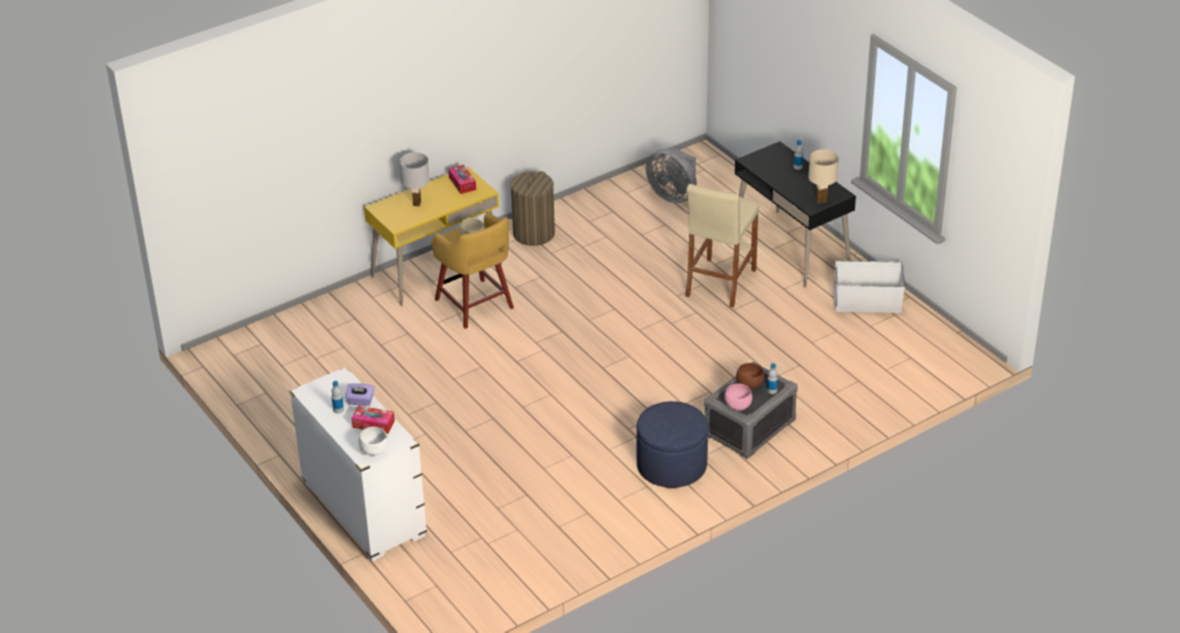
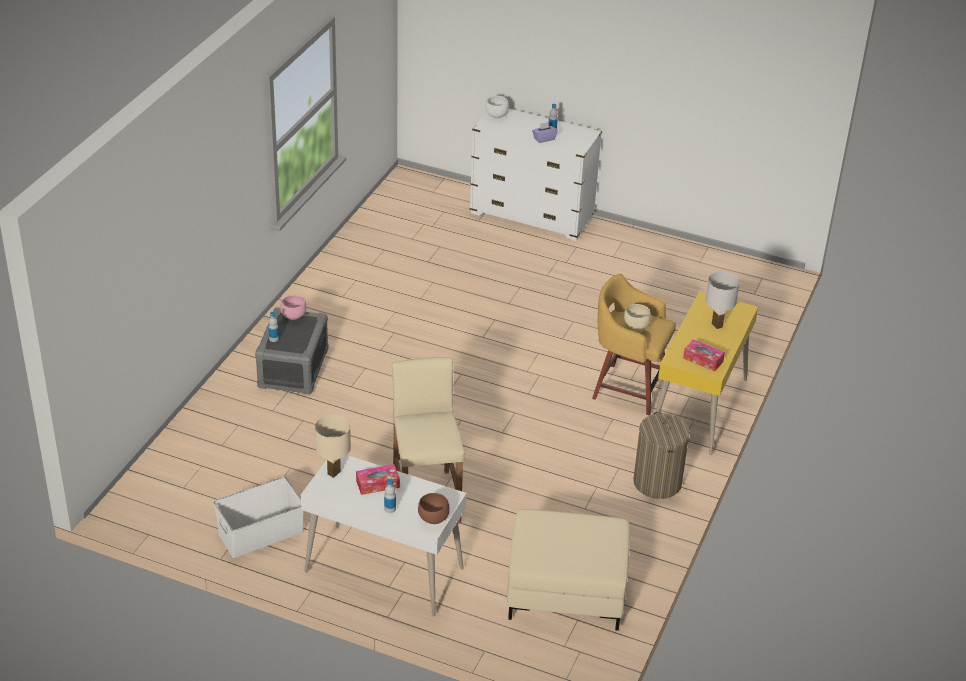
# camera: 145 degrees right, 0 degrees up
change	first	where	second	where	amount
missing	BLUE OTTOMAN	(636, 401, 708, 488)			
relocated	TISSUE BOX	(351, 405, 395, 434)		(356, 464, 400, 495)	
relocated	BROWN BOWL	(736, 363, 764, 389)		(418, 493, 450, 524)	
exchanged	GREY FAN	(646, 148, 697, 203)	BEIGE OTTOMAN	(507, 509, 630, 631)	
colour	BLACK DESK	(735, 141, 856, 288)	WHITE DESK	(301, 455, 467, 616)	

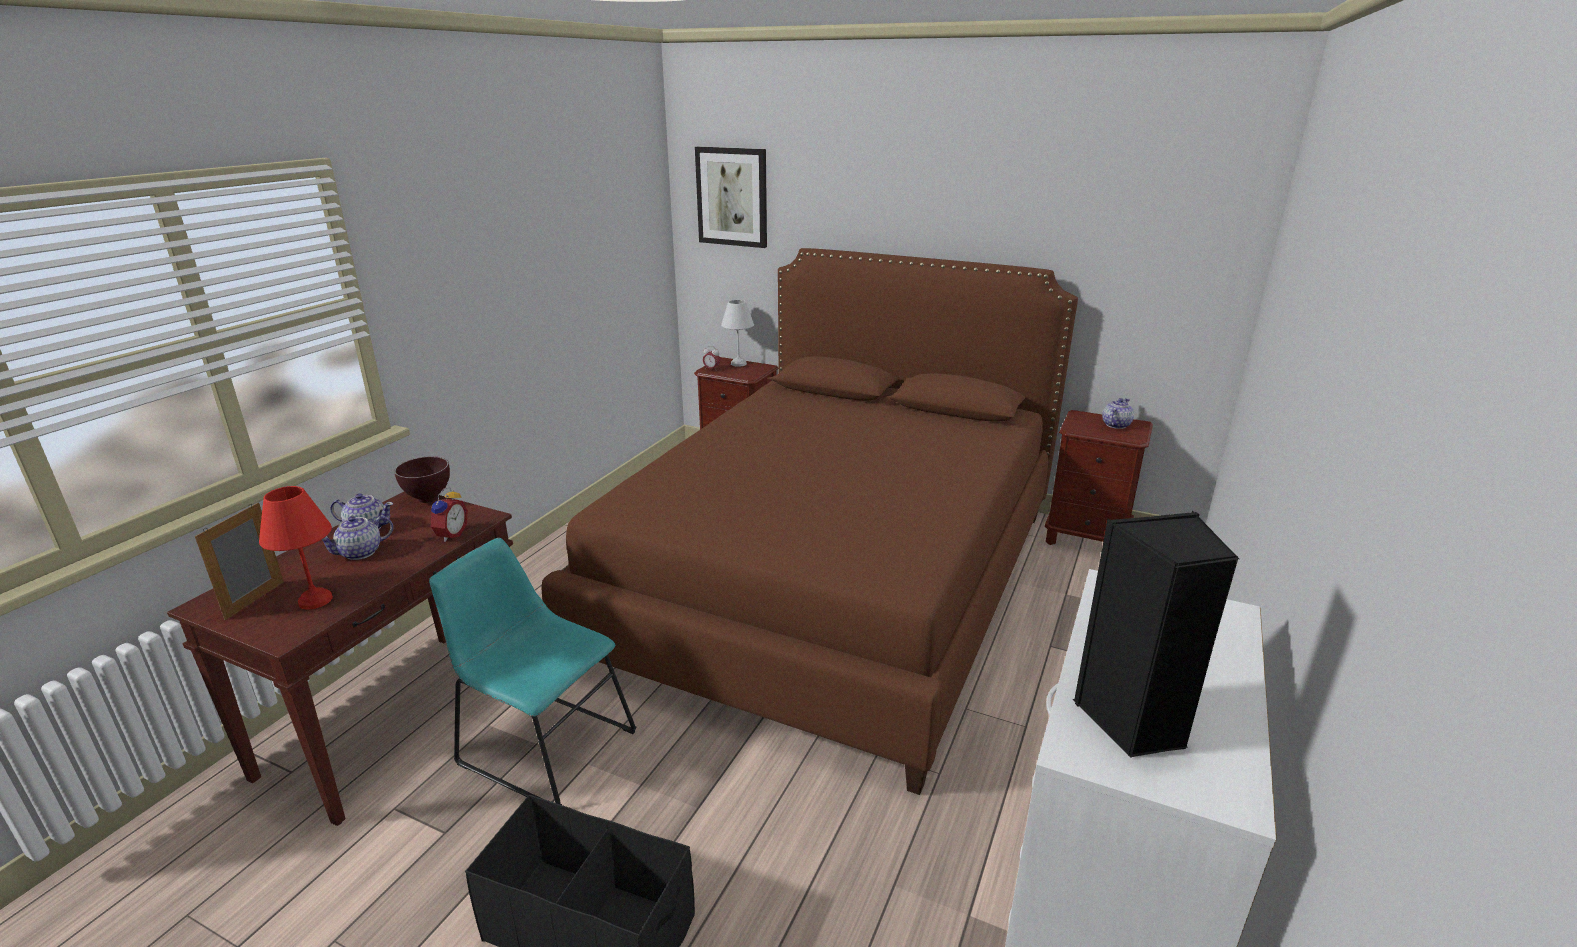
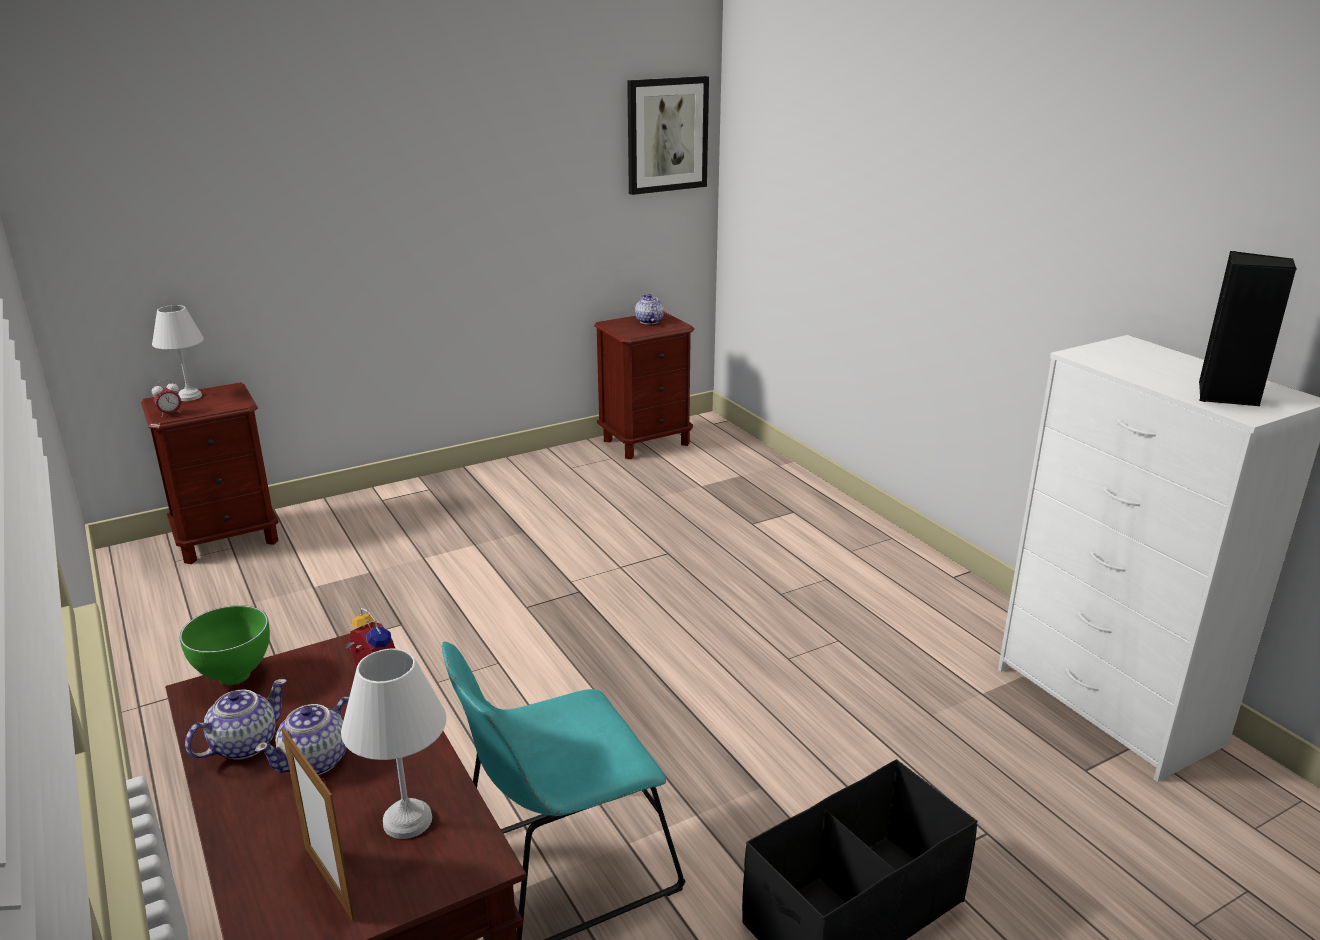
# camera: 55 degrees left, 0 degrees up
change	first	where	second	where	amount
missing	BROWN BED	(542, 248, 1078, 795)			
relocated	PICTURE	(695, 147, 767, 248)		(627, 76, 709, 195)	
colour	RED TABLE LAMP	(259, 486, 333, 609)	WHITE TABLE LAMP	(341, 648, 447, 839)	
colour	BROWN BOWL	(394, 456, 450, 503)	GREEN BOWL	(180, 605, 270, 685)	
spun	TEAPOT	(322, 515, 393, 560)		(255, 697, 349, 775)	45 degrees clockwise

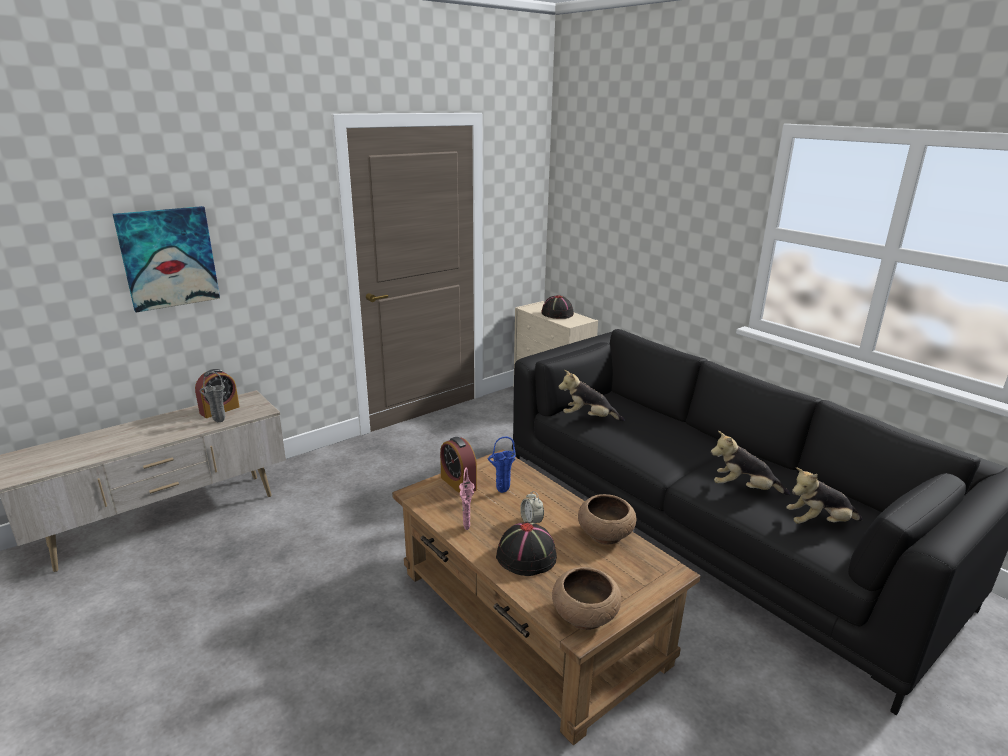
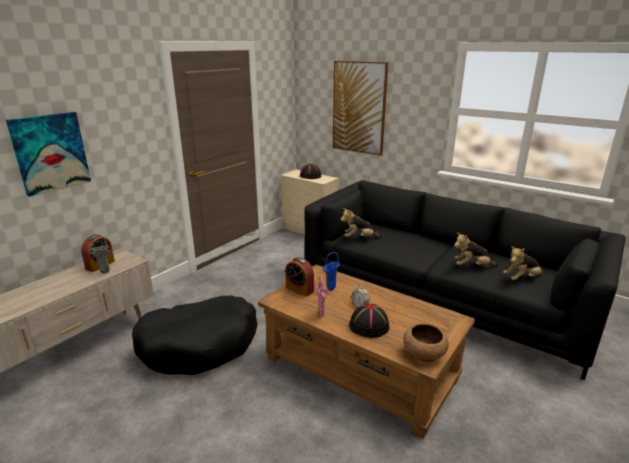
# camera: 15 degrees left, 0 degrees up
change	first	where	second	where	amount
missing	BROWN BOWL	(578, 494, 636, 545)			
appeared			BLACK DOG BED	(132, 295, 258, 375)	
appeared			PICTURE	(333, 61, 388, 156)	

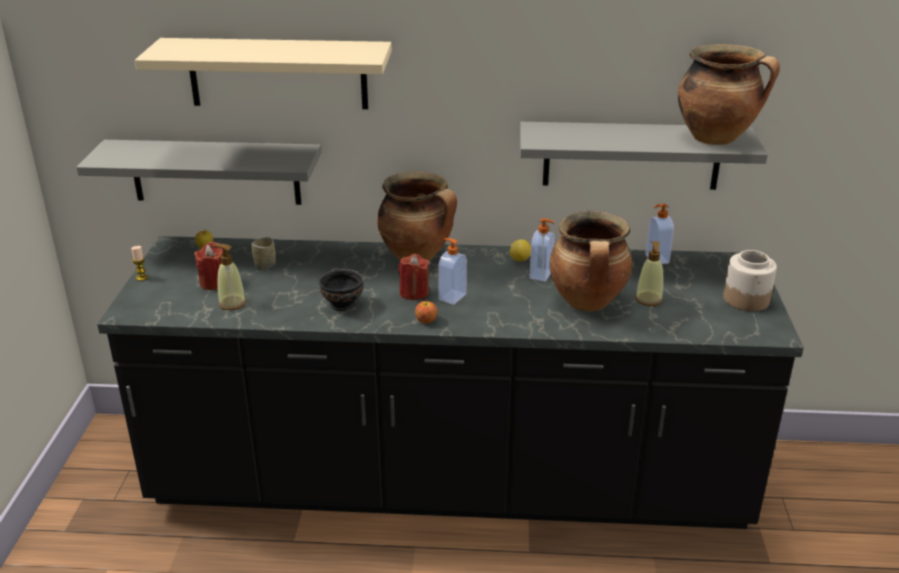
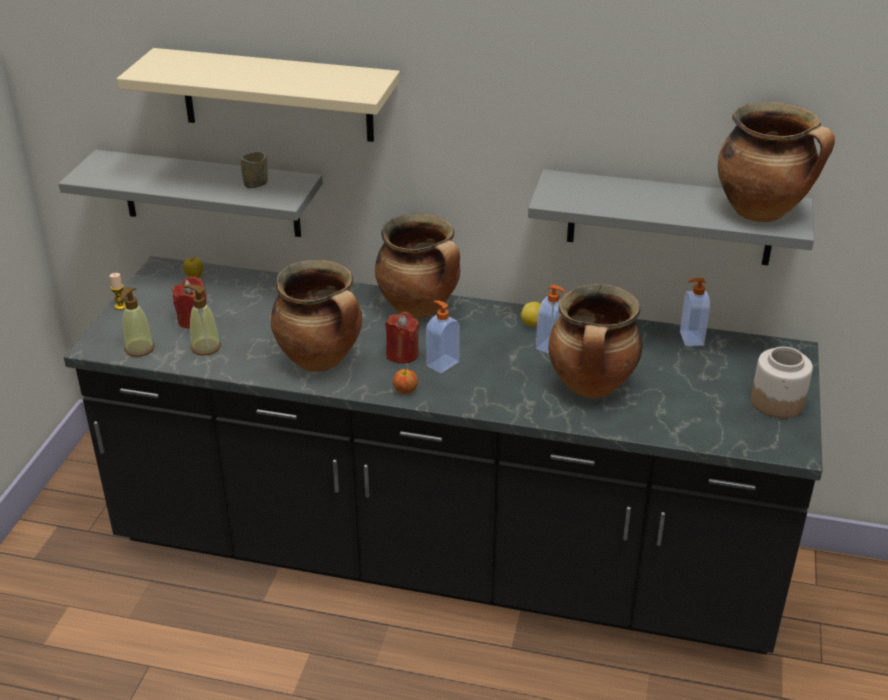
# camera: 10 degrees right, 5 degrees up
change	first	where	second	where	amount
relocated	CUP	(251, 237, 276, 270)		(241, 152, 268, 188)	
relocated	SOAP DISPENSER	(635, 241, 664, 306)		(120, 287, 155, 357)	
exchanged	BLACK BOWL	(319, 268, 363, 311)	COOKING POT	(271, 260, 362, 372)	

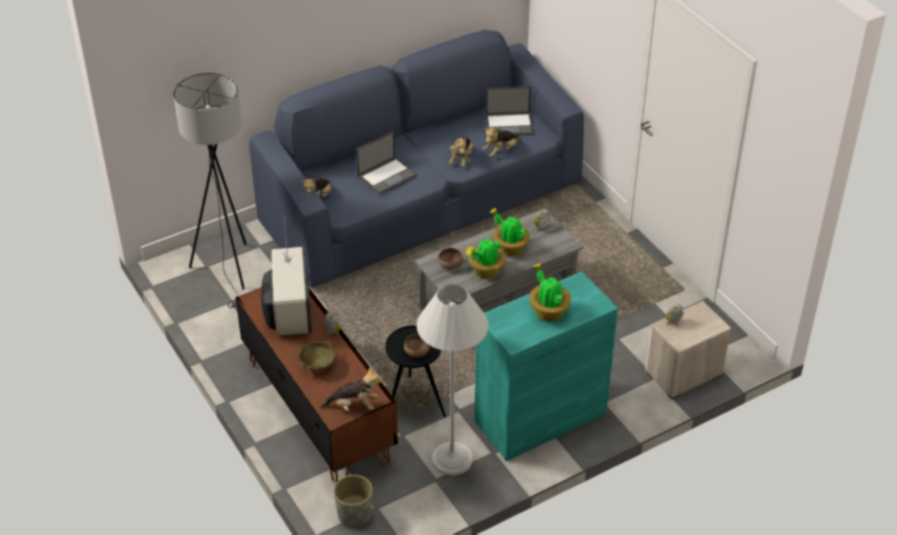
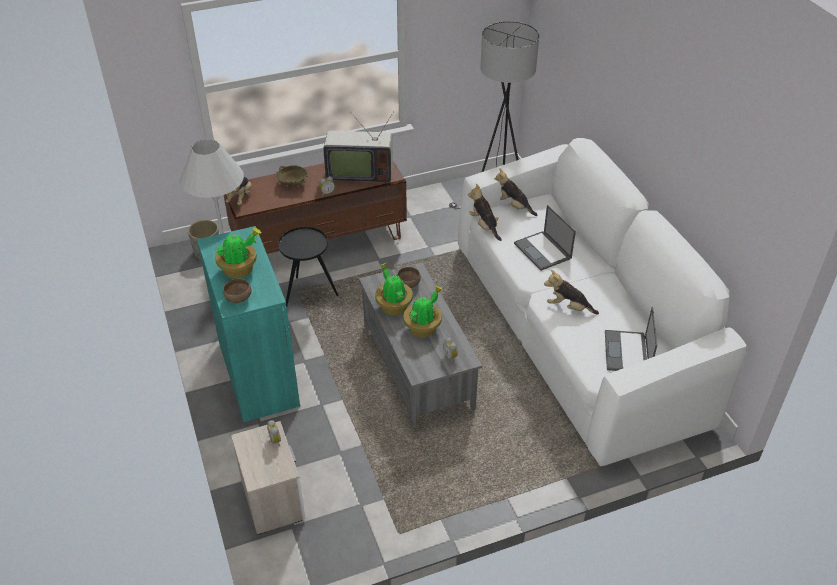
# camera: 100 degrees right, 0 degrees up
change	first	where	second	where	amount
relocated	BROWN BOWL	(404, 334, 430, 358)		(223, 278, 251, 303)	
relocated	PLUSH TOY	(483, 128, 521, 157)		(468, 184, 502, 241)	
colour	BLUE SOFA	(249, 30, 584, 288)	WHITE SOFA	(458, 138, 746, 466)	

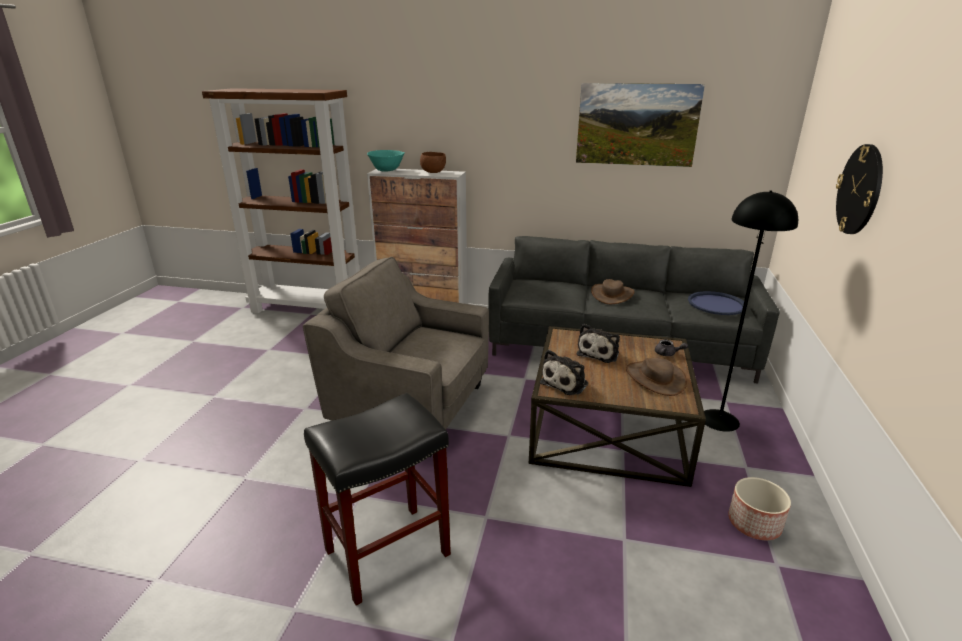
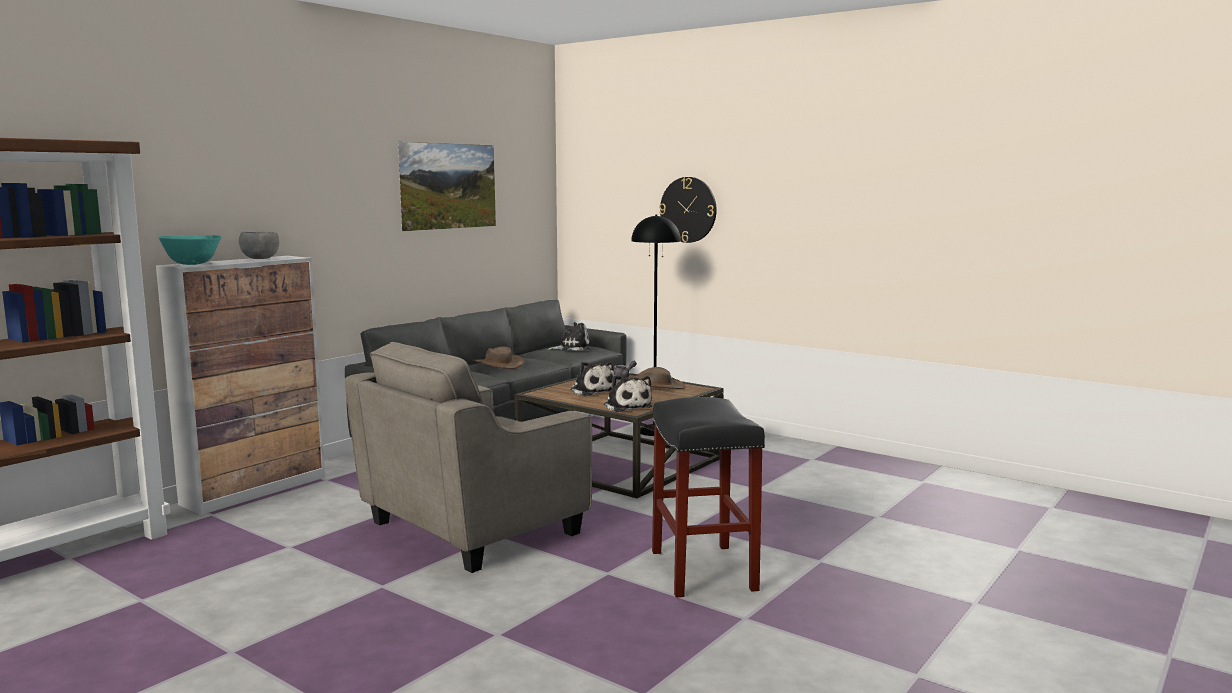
# camera: 65 degrees left, 15 degrees down
change	first	where	second	where	amount
missing	PLANTER	(728, 477, 791, 540)			
exchanged	BLUE TRAY	(688, 291, 747, 315)	PLUSH TOY	(548, 322, 590, 351)	
colour	BROWN BOWL	(420, 152, 446, 173)	GREY BOWL	(239, 231, 279, 259)	

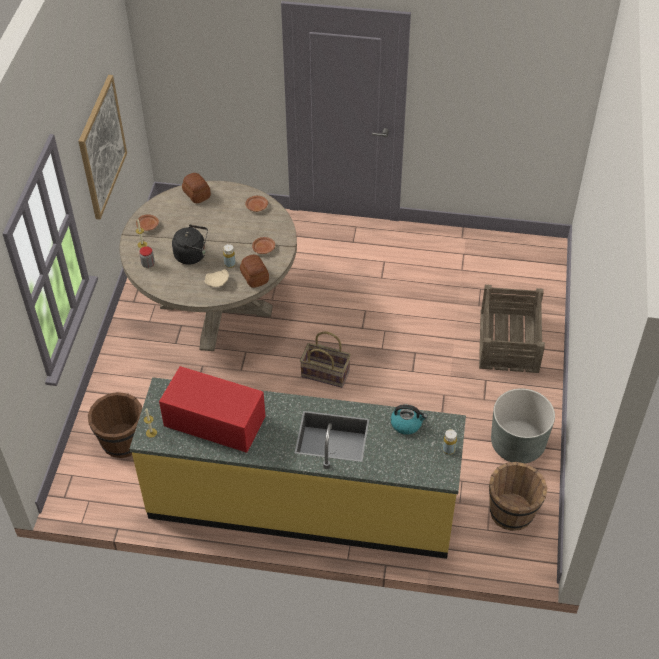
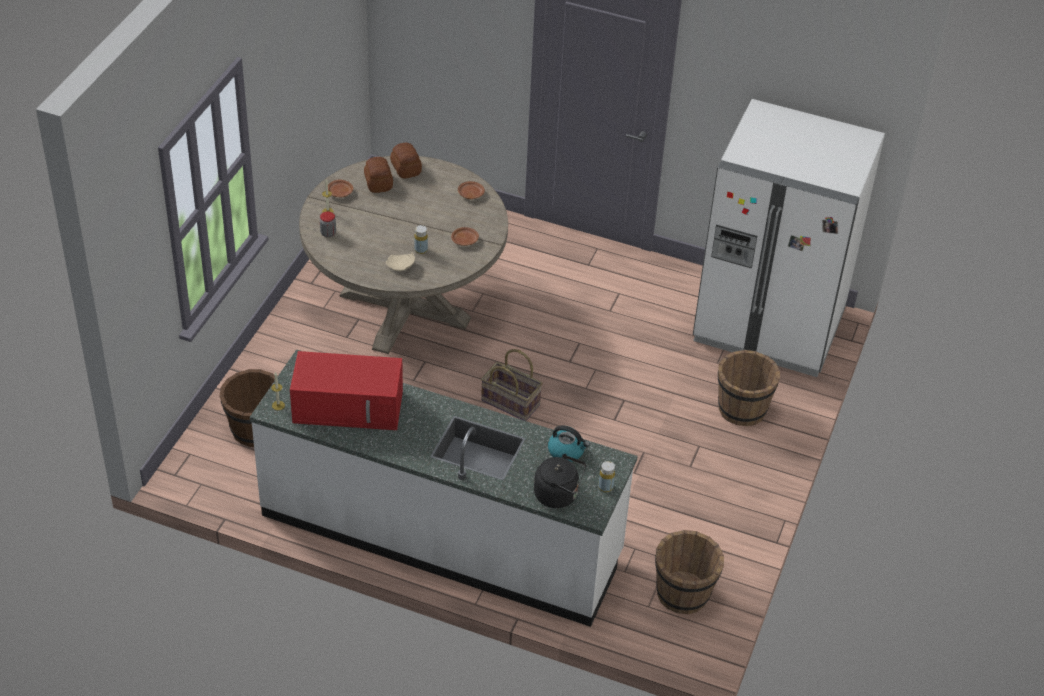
# camera: 10 degrees right, 5 degrees down
change	first	where	second	where	amount
missing	PICTURE	(78, 75, 127, 219)			
missing	GREY PLANTER	(491, 388, 555, 464)			
appeared			WHITE FRIDGE	(693, 99, 885, 377)	
relocated	BLACK KETTLE	(172, 225, 208, 265)		(534, 454, 586, 508)	
relocated	BREAD	(240, 255, 269, 288)		(364, 157, 393, 193)	
exchanged	CRATE	(479, 285, 545, 373)	BROWN BUCKET	(718, 350, 780, 426)	
colour	YELLOW COUNTER	(130, 377, 466, 559)	WHITE COUNTER	(250, 349, 638, 627)	
spun	RED MICROWAVE	(159, 366, 266, 453)		(290, 351, 403, 430)	150 degrees clockwise

